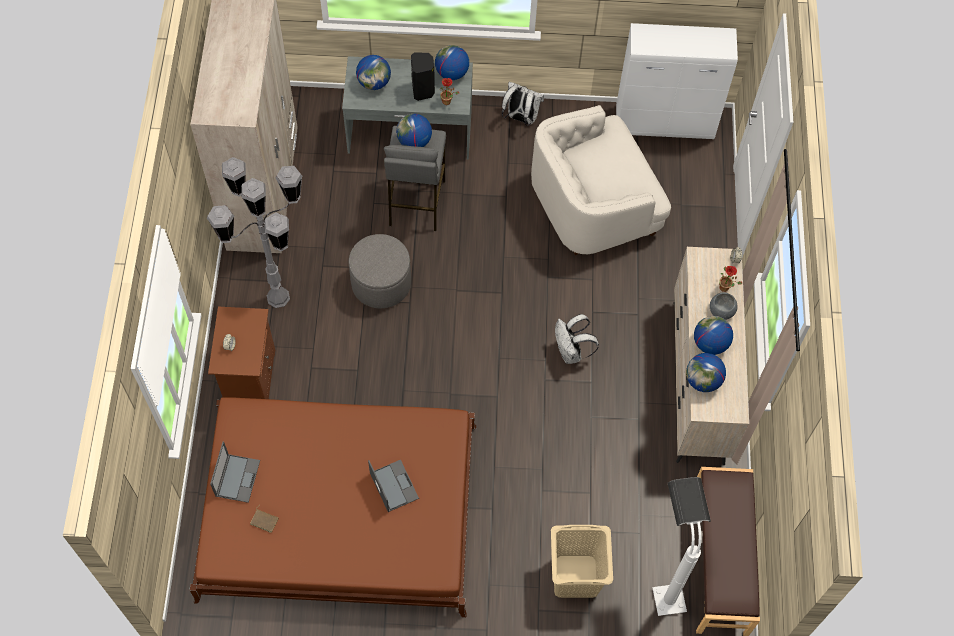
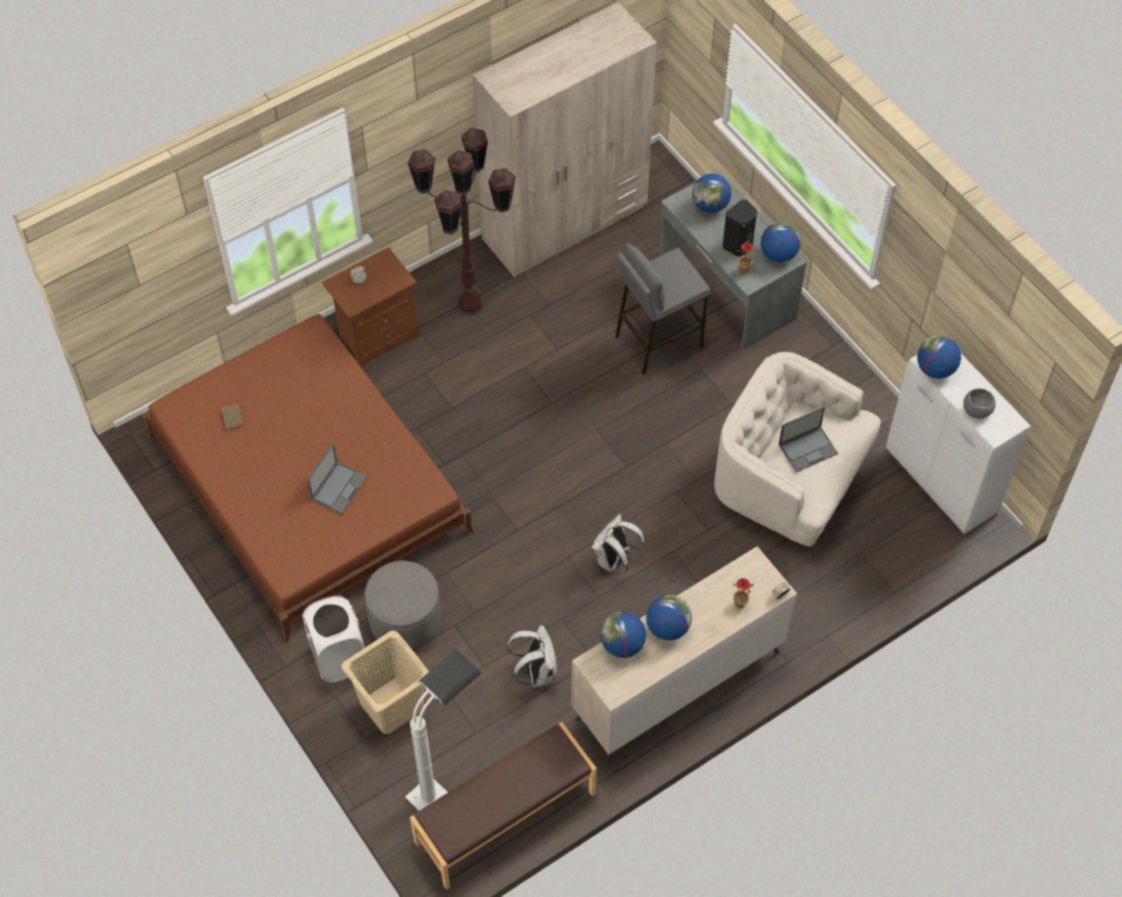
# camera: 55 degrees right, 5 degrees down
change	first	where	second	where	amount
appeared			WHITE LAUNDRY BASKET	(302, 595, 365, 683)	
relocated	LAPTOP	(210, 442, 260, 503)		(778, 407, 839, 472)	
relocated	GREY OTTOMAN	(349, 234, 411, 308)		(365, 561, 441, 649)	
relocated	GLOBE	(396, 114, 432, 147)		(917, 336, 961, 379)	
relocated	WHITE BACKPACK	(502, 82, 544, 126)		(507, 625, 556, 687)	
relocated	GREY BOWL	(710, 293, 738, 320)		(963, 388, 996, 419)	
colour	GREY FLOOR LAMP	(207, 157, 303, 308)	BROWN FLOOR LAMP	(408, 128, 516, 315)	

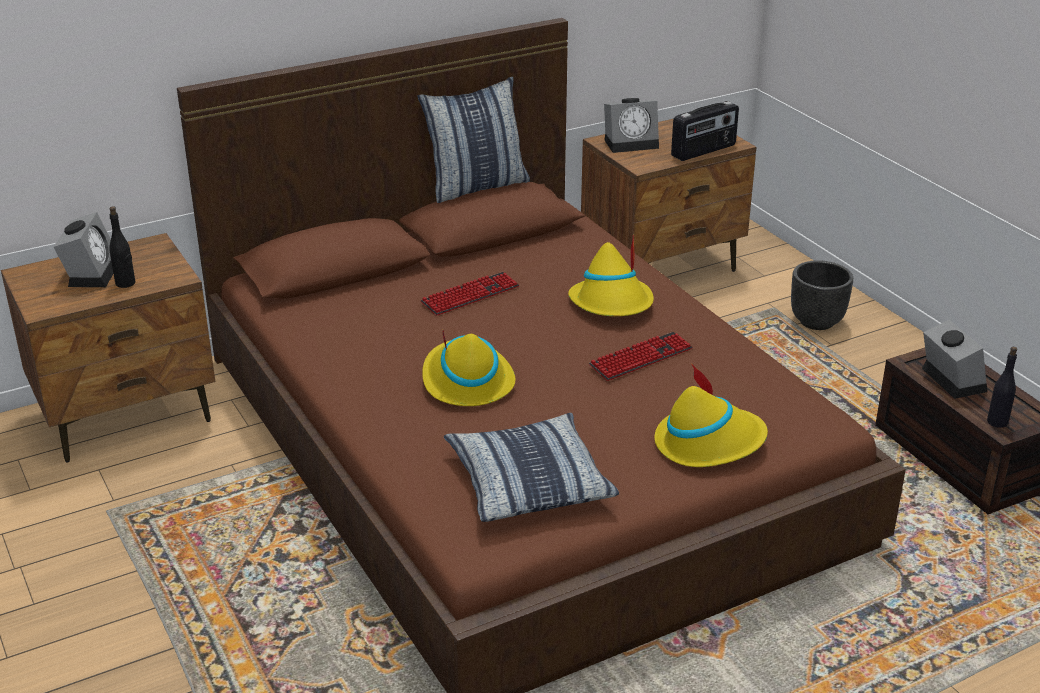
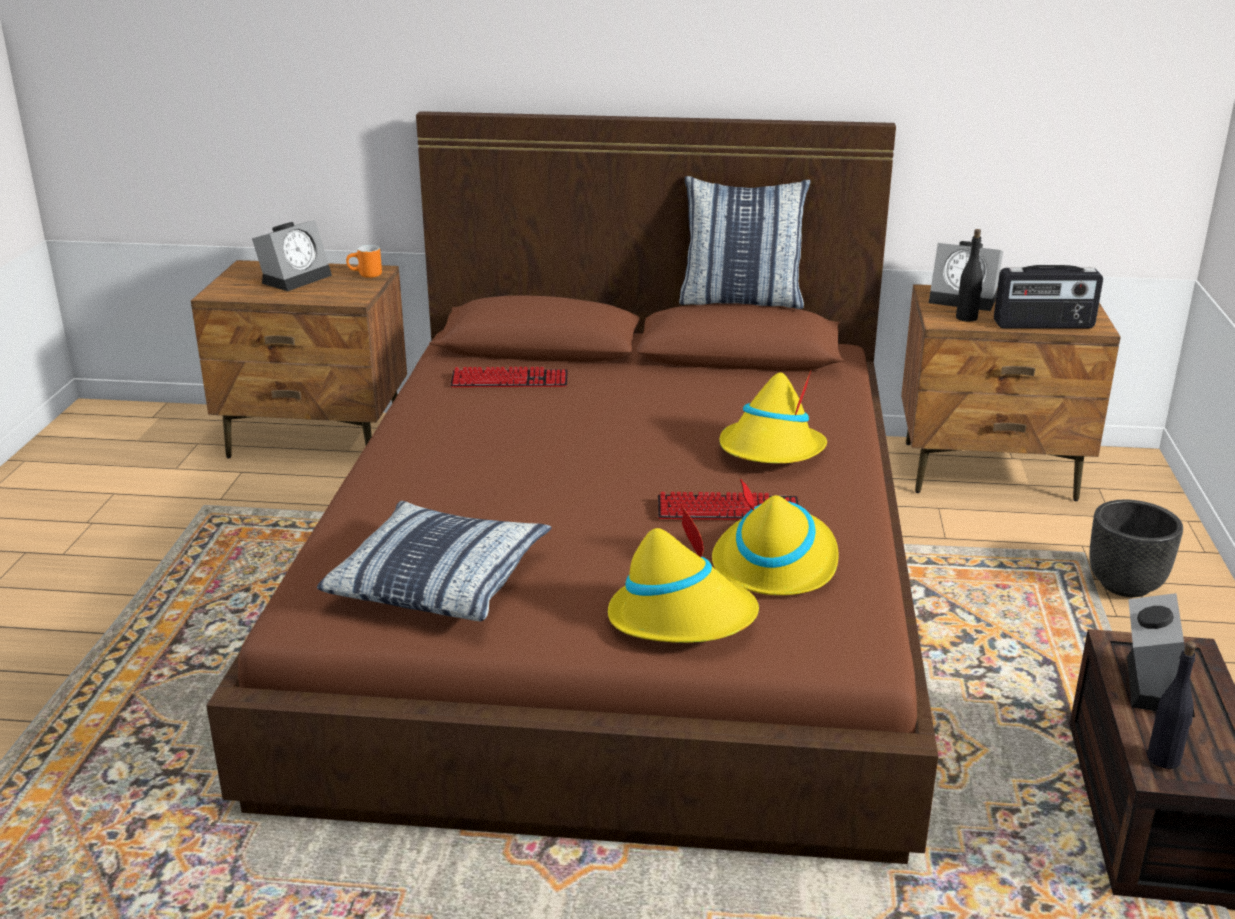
# camera: 35 degrees right, 5 degrees down
change	first	where	second	where	amount
appeared			ORANGE MUG	(346, 245, 382, 278)	
relocated	BLACK BOTTLE	(109, 206, 135, 288)		(956, 229, 983, 322)	
relocated	KEYBOARD	(421, 272, 519, 316)		(450, 367, 568, 387)	
relocated	YELLOW HAT	(422, 331, 515, 406)		(712, 478, 838, 595)	

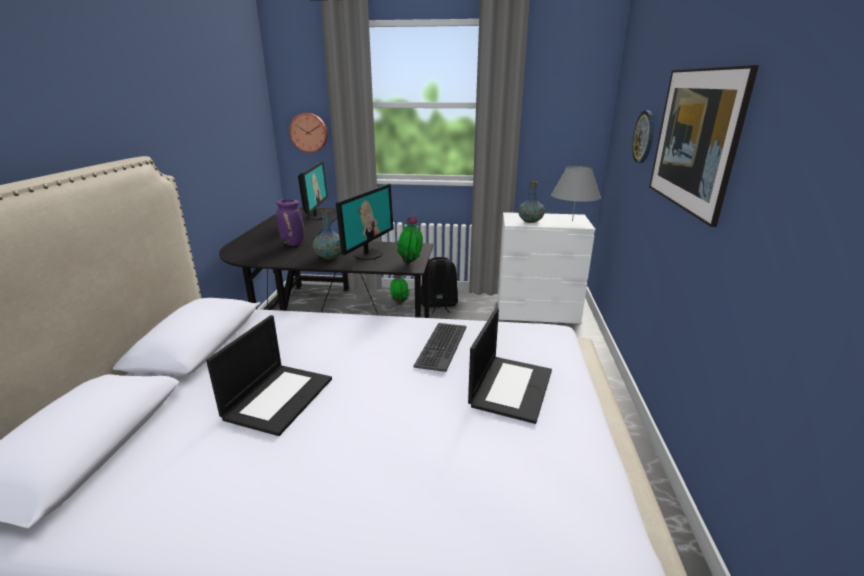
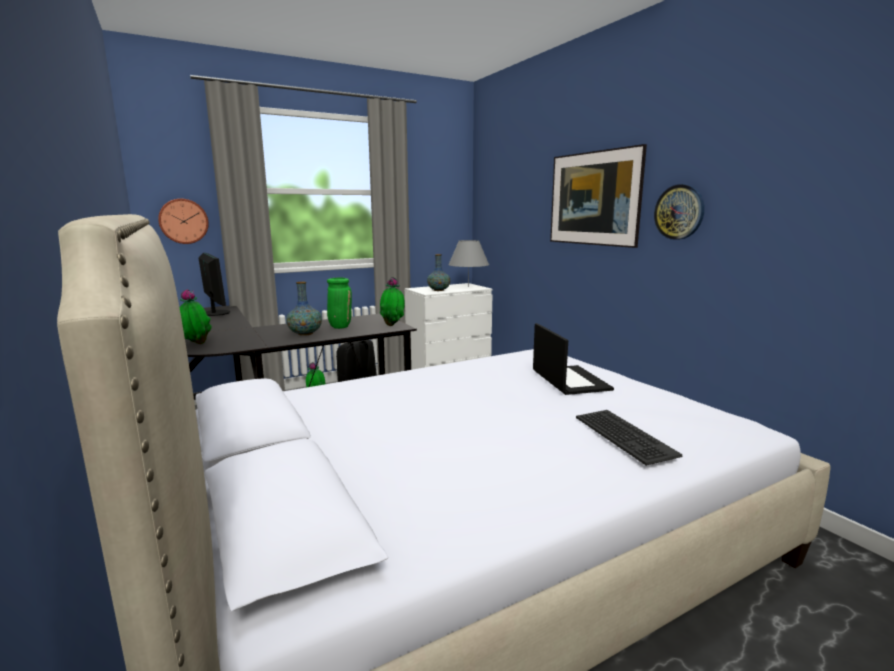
# camera: 35 degrees left, 10 degrees down
change	first	where	second	where	amount
missing	LAPTOP	(206, 315, 332, 436)			
missing	PURPLE VASE	(276, 199, 305, 246)			
appeared			POTTED PLANT	(179, 289, 212, 344)	
relocated	KEYBOARD	(413, 323, 466, 372)		(576, 410, 682, 466)	
relocated	WALL CLOCK	(632, 111, 654, 163)		(654, 184, 705, 240)	
exchanged	MONITOR	(336, 184, 393, 260)	GREEN VASE	(327, 277, 352, 329)	

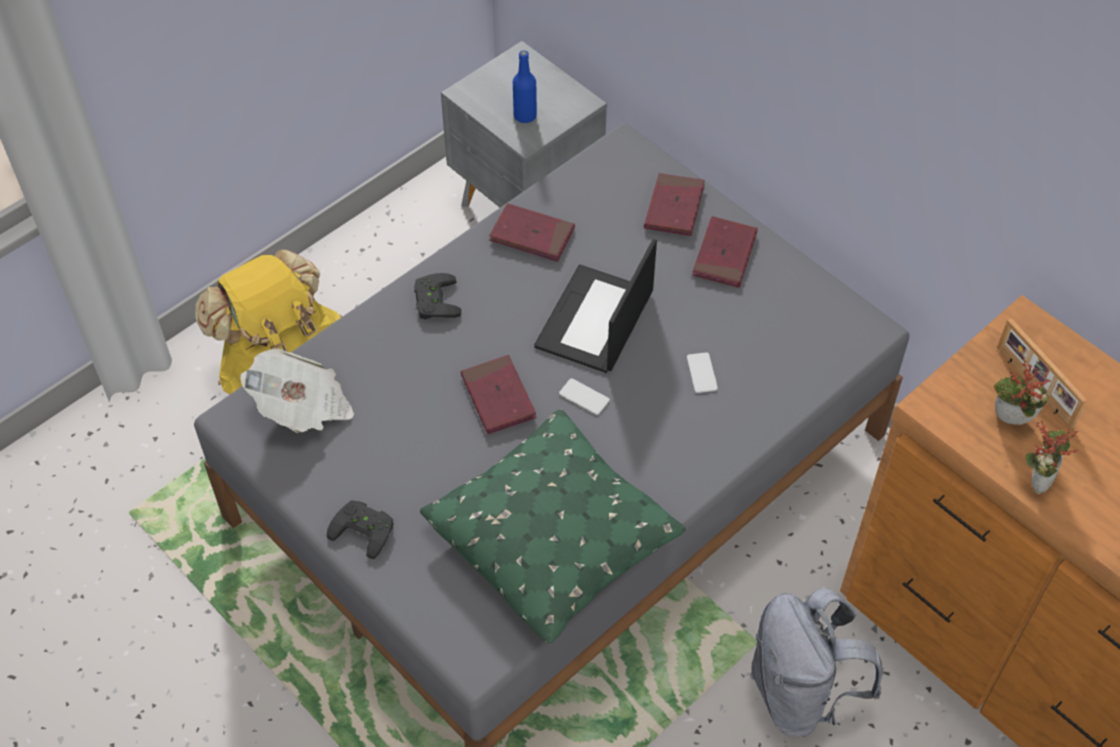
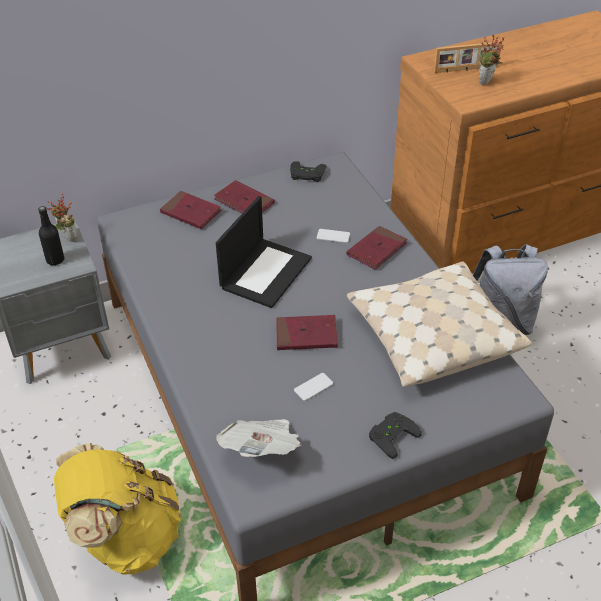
# camera: 70 degrees left, 10 degrees down
change	first	where	second	where	amount
relocated	BLACK GAME CONTROLLER	(414, 273, 461, 320)		(290, 161, 326, 182)	
relocated	RED BOOK	(489, 203, 575, 262)		(347, 226, 407, 269)	
relocated	PHONE	(559, 378, 610, 415)		(294, 373, 333, 401)	
relocated	POTTED PLANT	(1025, 421, 1078, 494)		(46, 193, 77, 242)	
colour	GREEN PILLOW	(420, 409, 686, 644)	BEIGE PILLOW	(347, 261, 532, 387)	
colour	BLUE BOTTLE	(513, 50, 537, 123)	BLACK BOTTLE	(38, 206, 64, 265)	
spun	LAPTOP	(534, 239, 657, 373)		(216, 196, 312, 308)	105 degrees counterclockwise

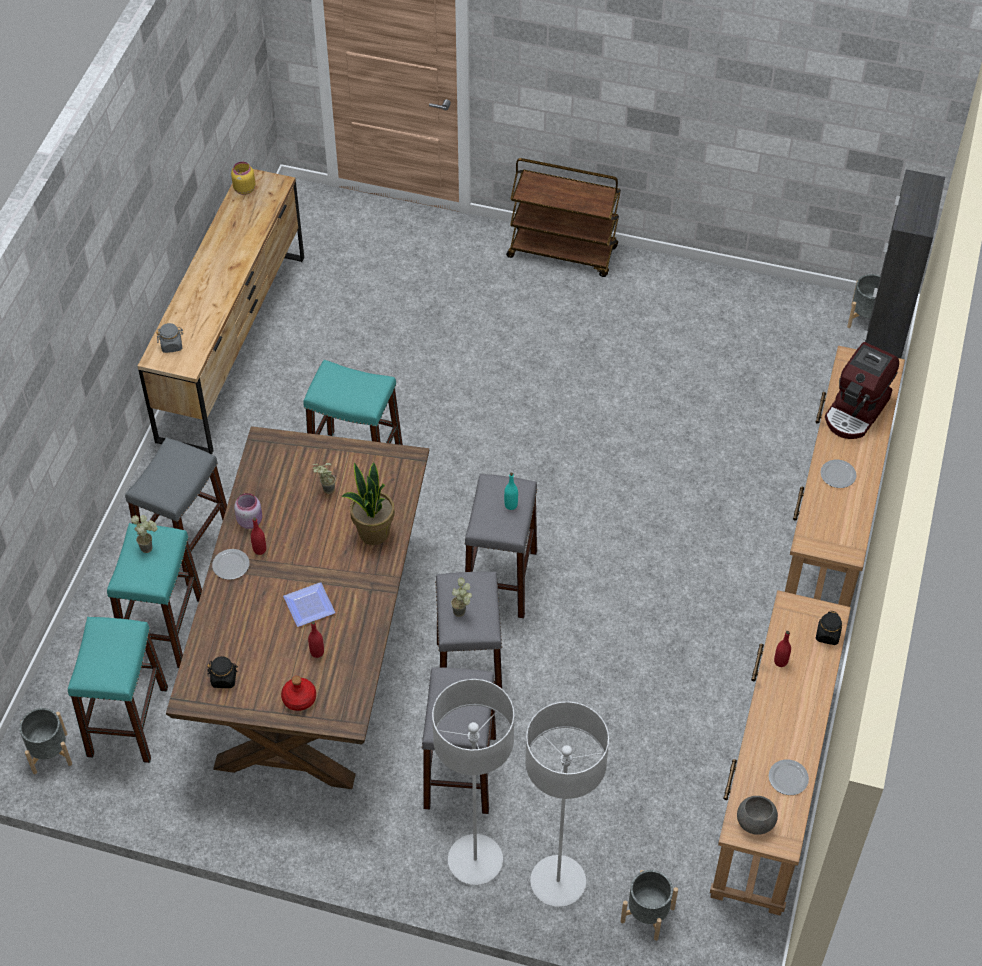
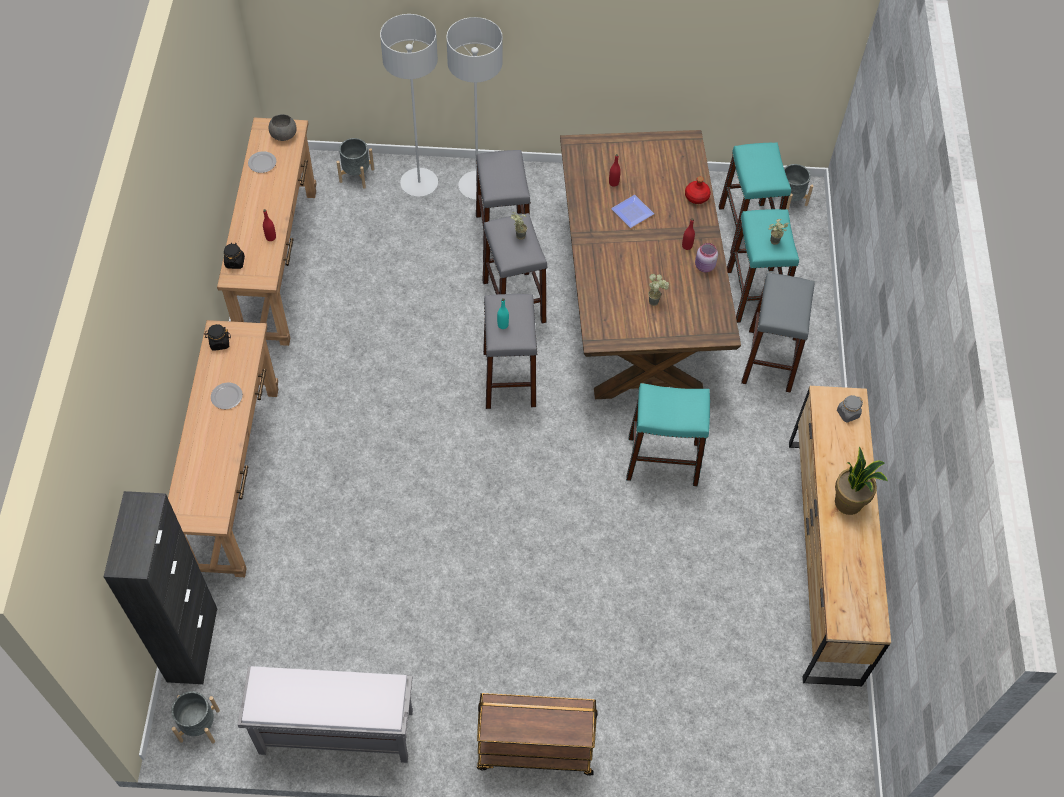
# camera: 165 degrees right, 5 degrees up
change	first	where	second	where	amount
missing	PLATE	(212, 549, 249, 580)			
missing	YELLOW JAR	(231, 162, 256, 195)			
missing	COFFEE MACHINE	(825, 342, 899, 439)			
appeared			GREY BENCH	(237, 666, 413, 763)	
relocated	BLACK JAR	(207, 656, 238, 688)		(204, 324, 231, 351)	
relocated	RED BOTTLE	(281, 676, 316, 711)		(685, 176, 711, 204)	
relocated	POTTED PLANT	(342, 462, 395, 545)		(835, 446, 888, 515)	

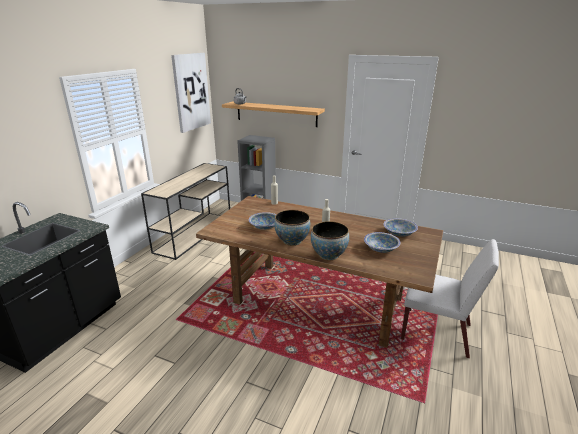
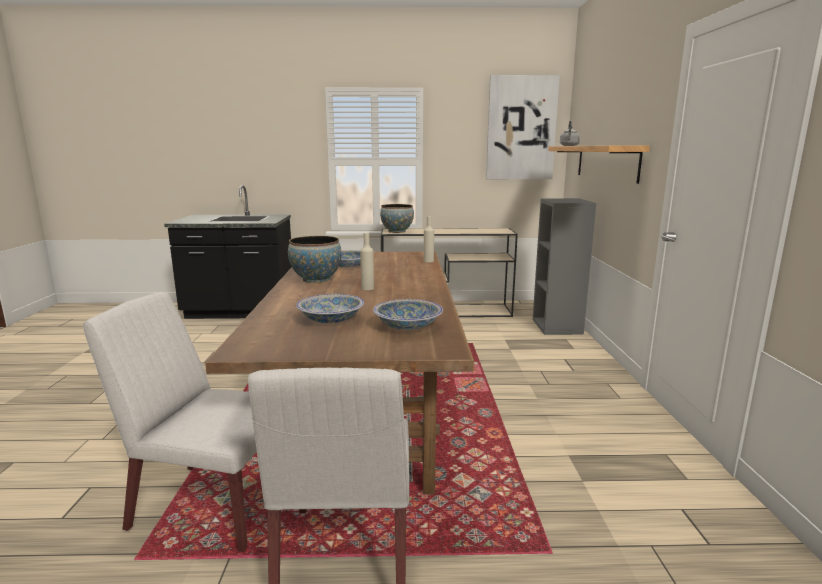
# camera: 65 degrees right, 10 degrees down
change	first	where	second	where	amount
appeared			WHITE CHAIR	(83, 292, 257, 552)	
relocated	BOWL	(311, 221, 349, 260)		(380, 204, 414, 233)	

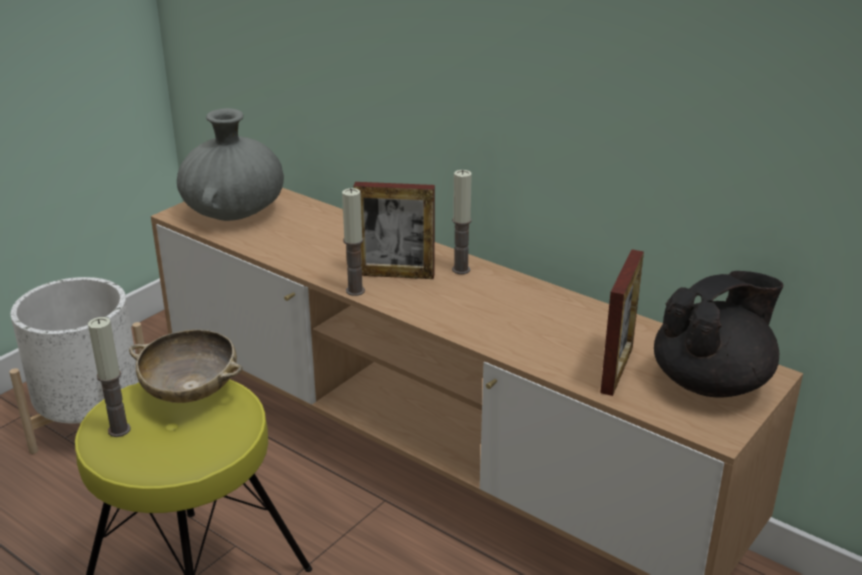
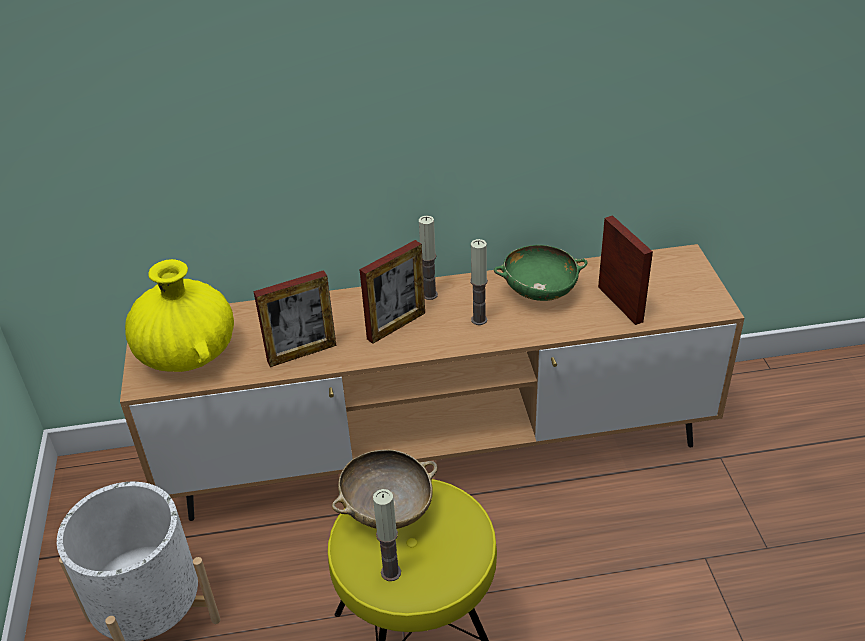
# camera: 45 degrees left, 10 degrees up
change	first	where	second	where	amount
missing	BLACK TEAPOT	(654, 271, 783, 398)			
appeared			PICTURE FRAME	(253, 270, 337, 367)	
appeared			GREEN BOWL	(494, 245, 587, 301)	
relocated	CANDLE	(342, 188, 365, 296)		(470, 239, 488, 325)	
colour	GREY VASE	(177, 108, 284, 221)	YELLOW VASE	(125, 259, 234, 372)	

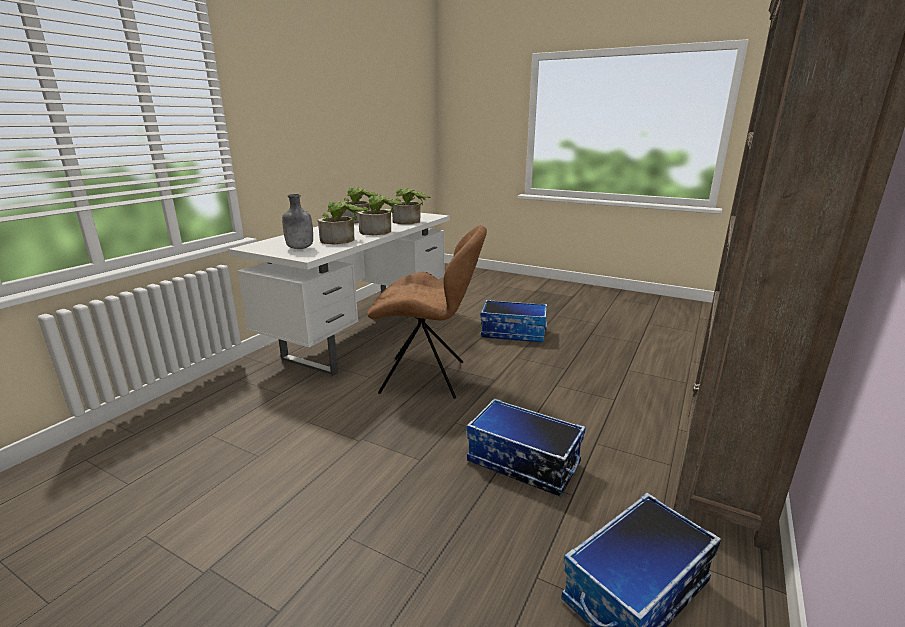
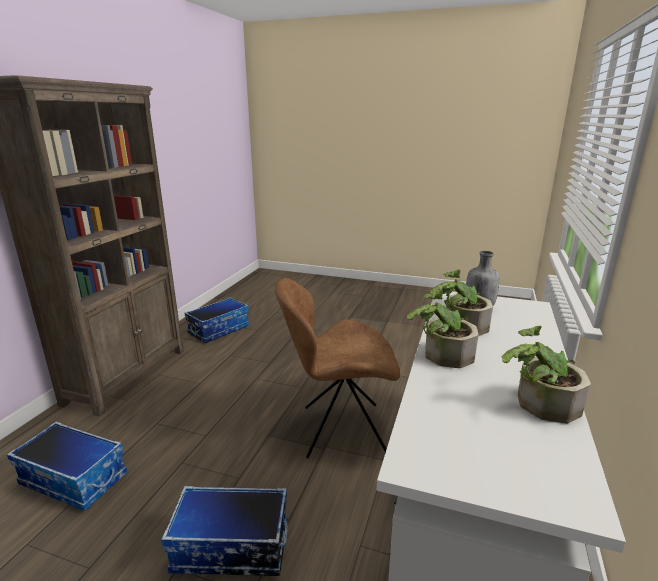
# camera: 170 degrees right, 0 degrees up
change	first	where	second	where	amount
missing	POTTED PLANT	(392, 188, 431, 224)			
relocated	STORAGE BOX	(467, 398, 586, 497)		(7, 422, 127, 511)	

